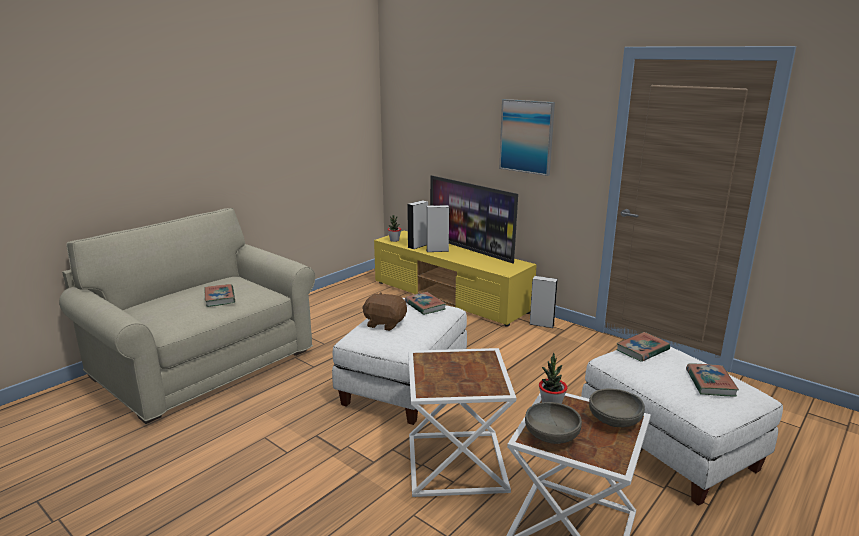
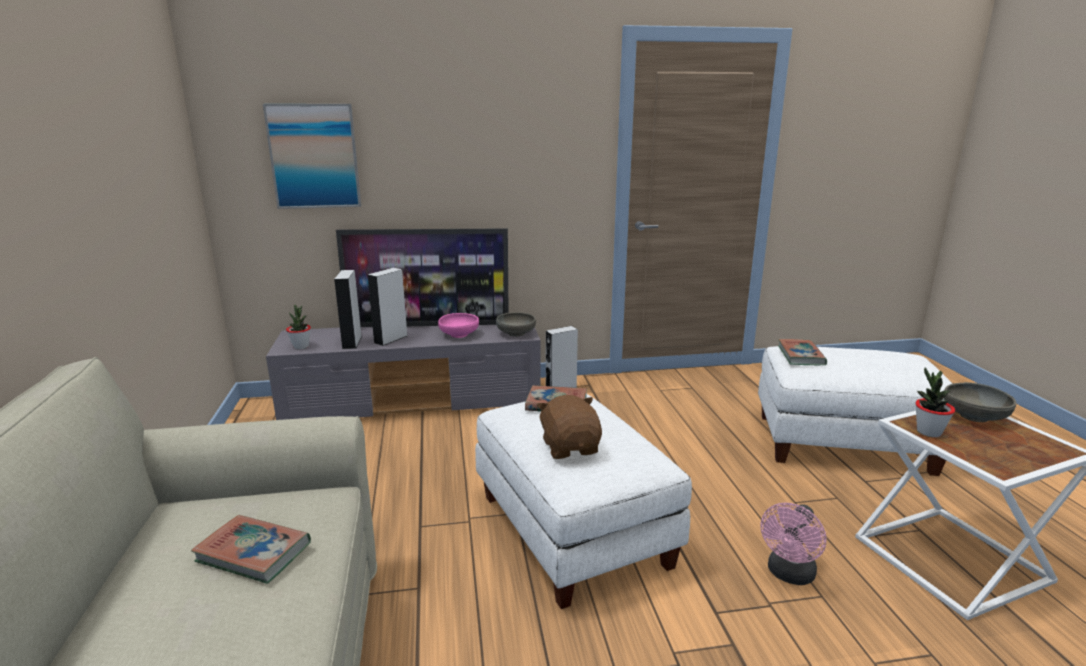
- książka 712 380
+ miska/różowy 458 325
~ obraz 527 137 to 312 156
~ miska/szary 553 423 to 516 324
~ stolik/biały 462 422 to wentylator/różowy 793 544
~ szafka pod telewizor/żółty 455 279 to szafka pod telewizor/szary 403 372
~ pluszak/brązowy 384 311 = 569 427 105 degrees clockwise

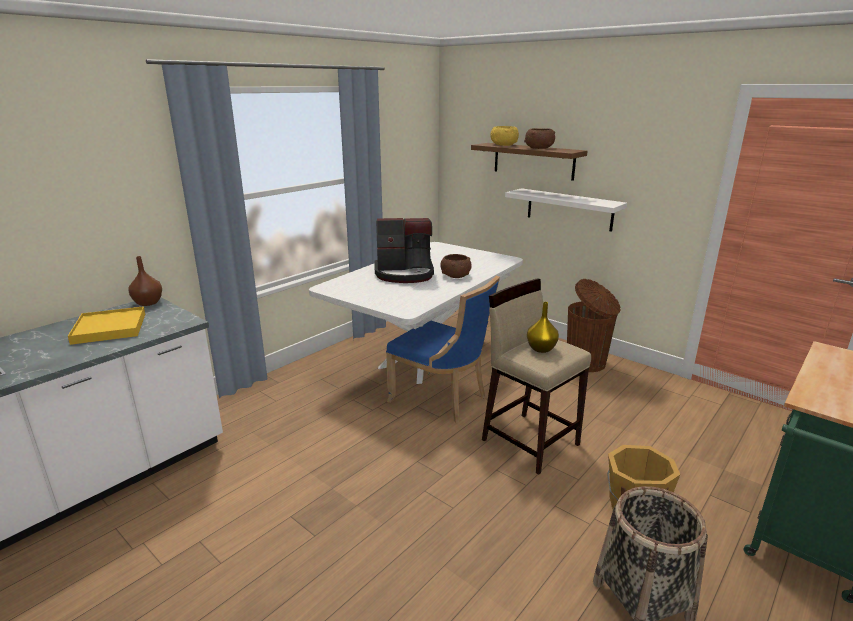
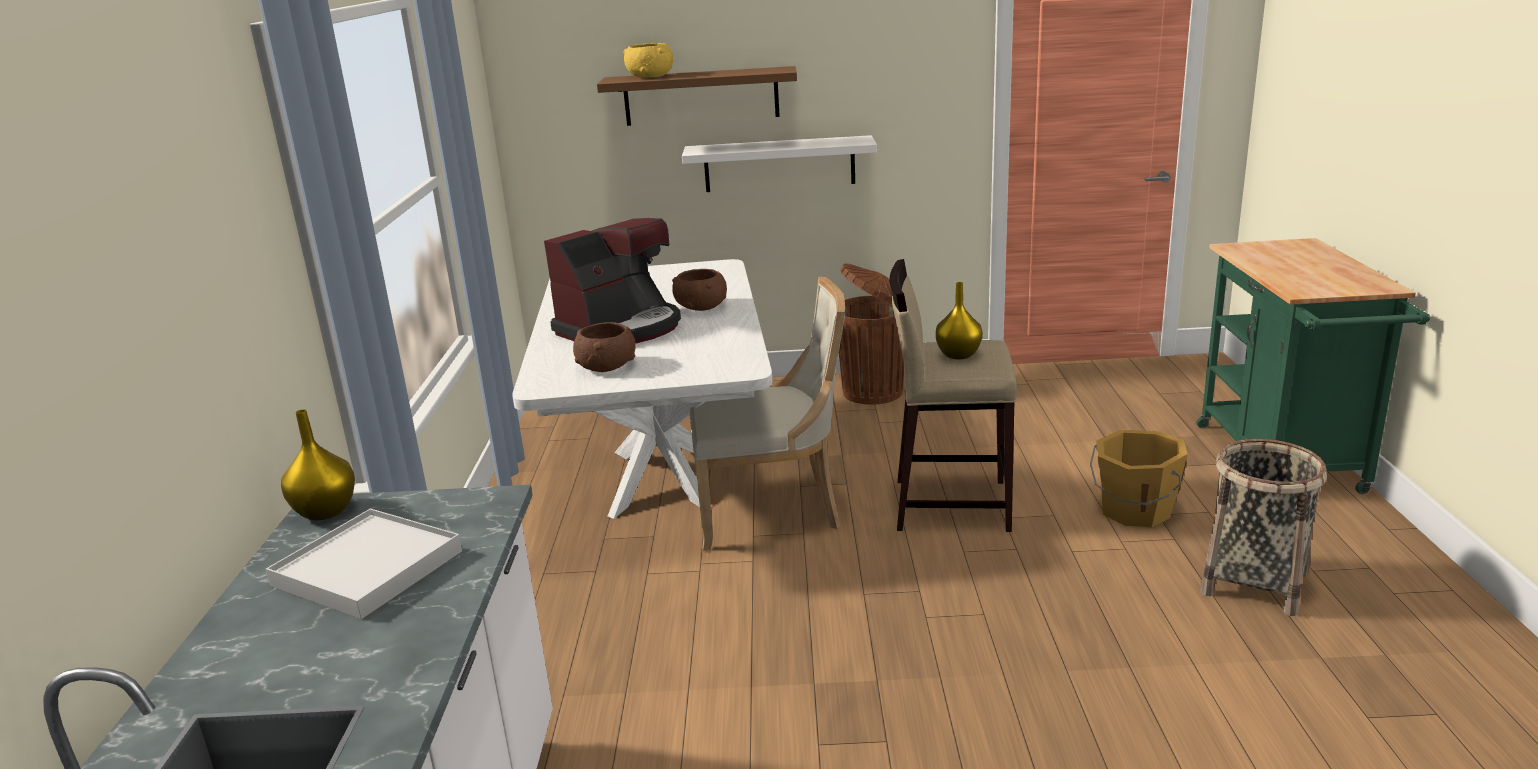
~ miska/brązowy 539 138 to 604 347
~ taca/żółty 106 325 to taca/biały 364 563
~ wazon/brązowy 145 281 to wazon/żółty 318 464
~ krzesło/niebieski 443 349 to krzesło/beżowy 767 414

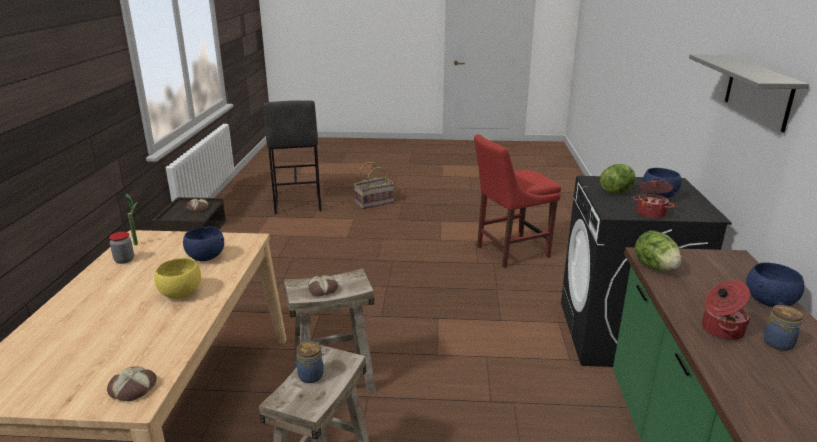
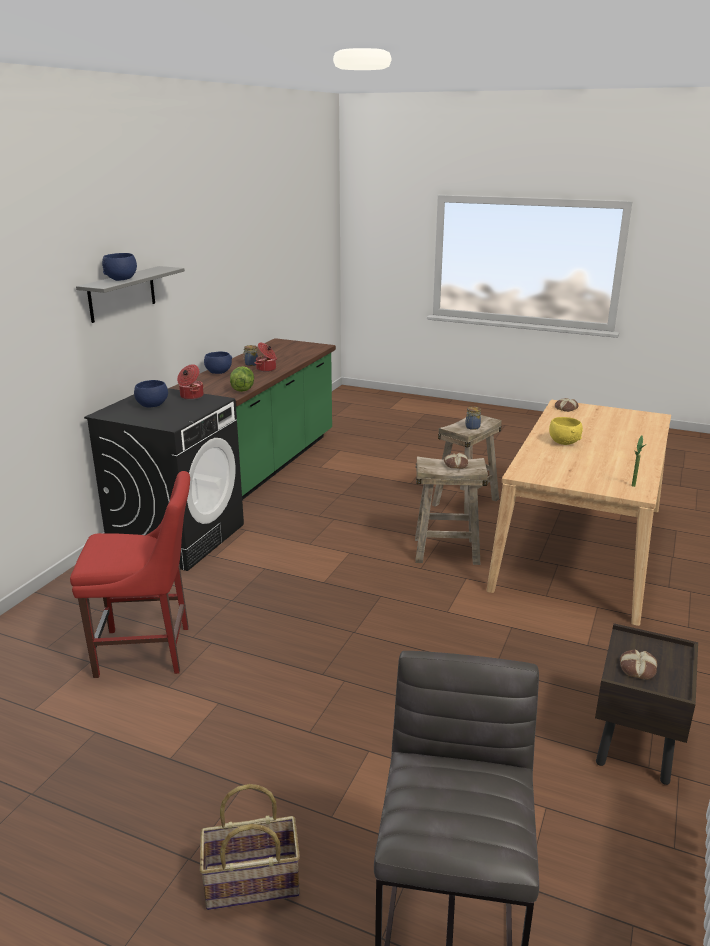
- słoik 121 248
- sałata 618 179
~ miska/niebieski 203 244 to 119 267

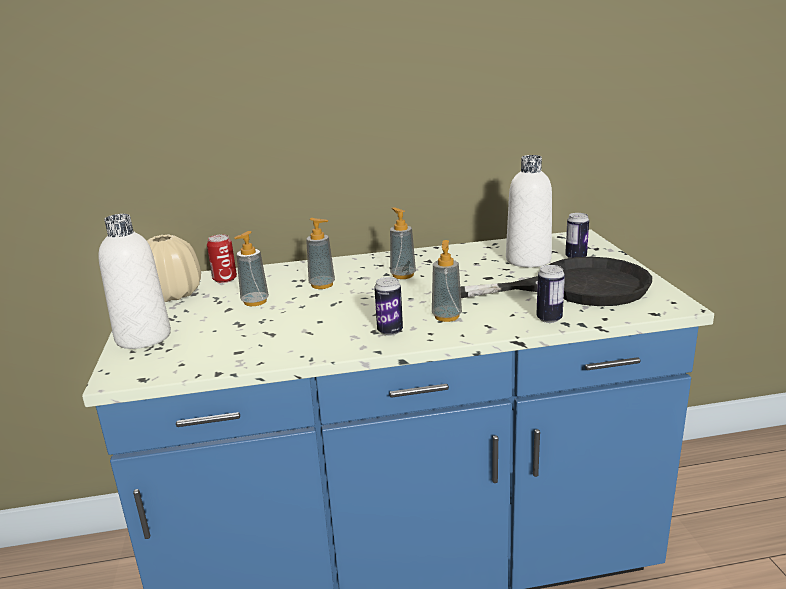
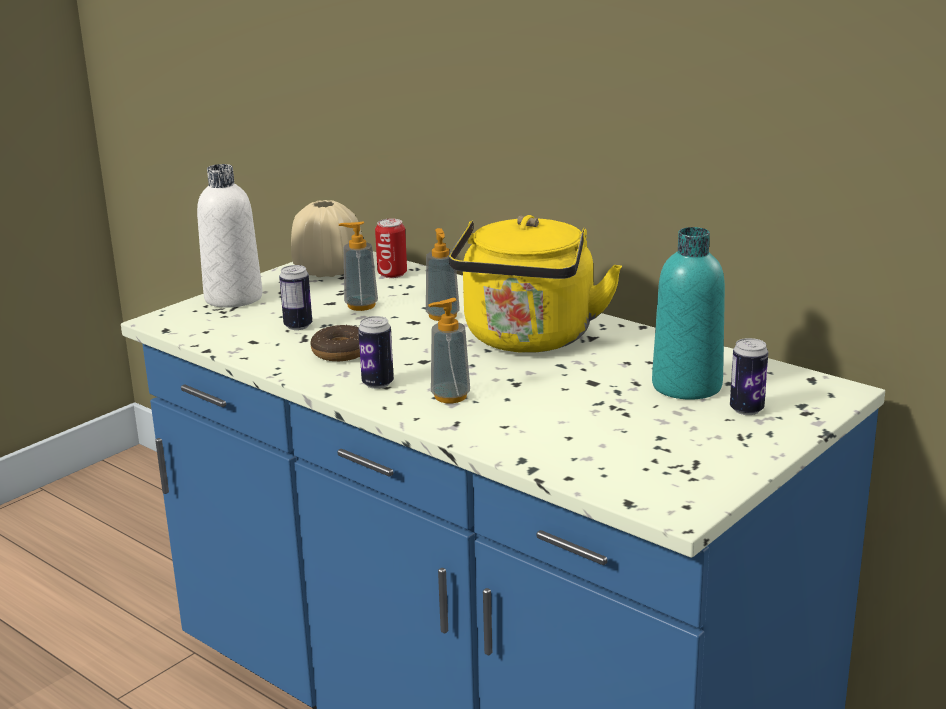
- patelnia/czarny 556 281
+ donut 335 342
~ puszka 550 294 to 295 297
~ dozownik mydła 403 243 to czajnik/żółty 535 284
~ butelka/biały 529 211 to butelka/turkusowy 688 313

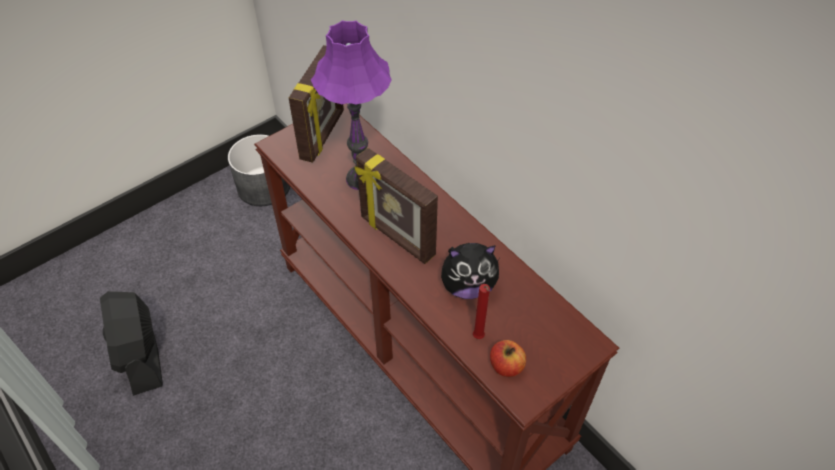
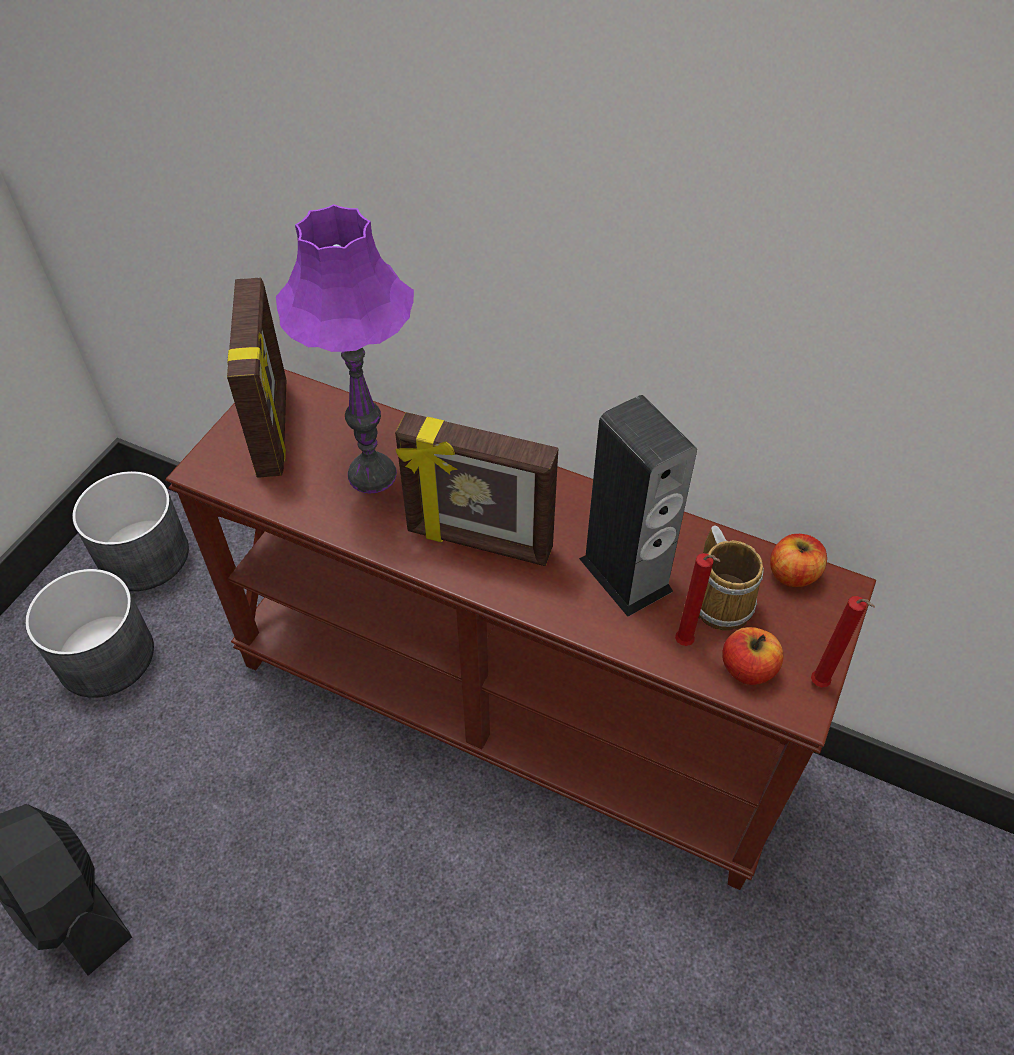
+ donica/szary 89 633
+ kubek 731 578
+ jabłko 798 560
+ świeca/czerwony 843 641
~ pluszak 470 271 to głośnik 638 506

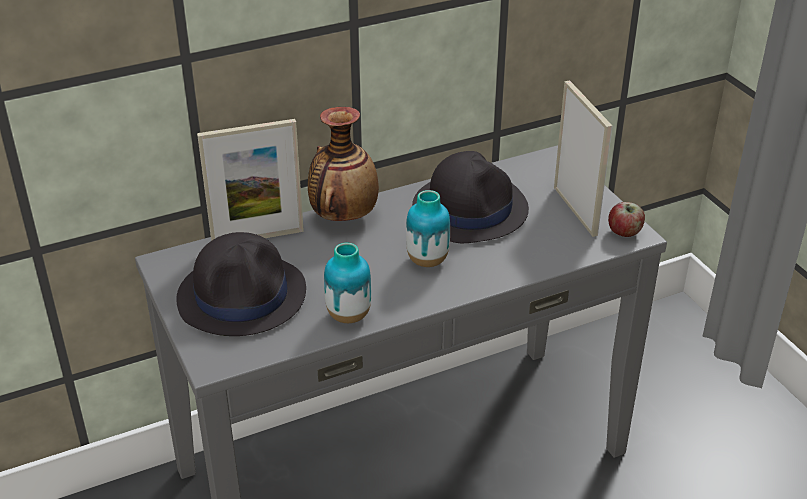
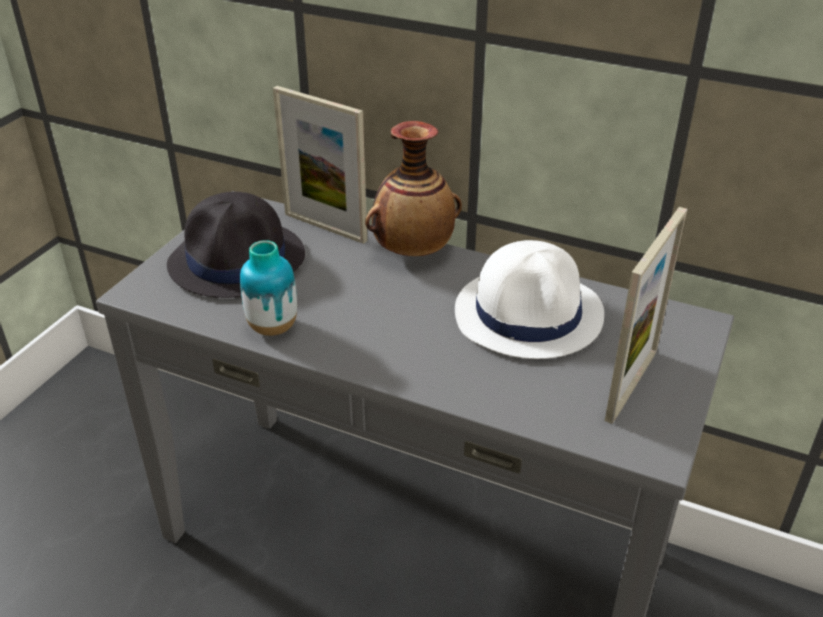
- wazon 428 228
- jabłko 626 219
~ kapelusz/czarny 470 197 to kapelusz/biały 529 299

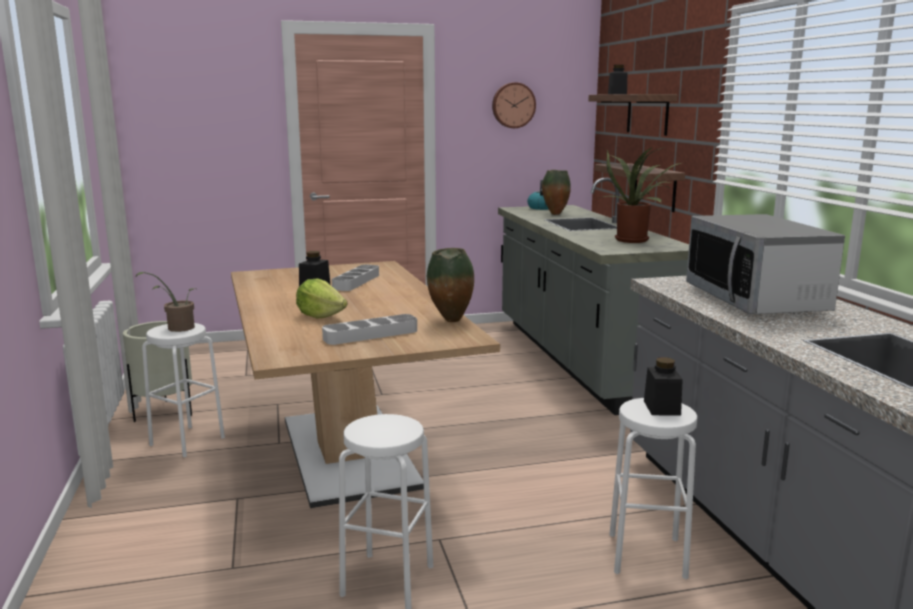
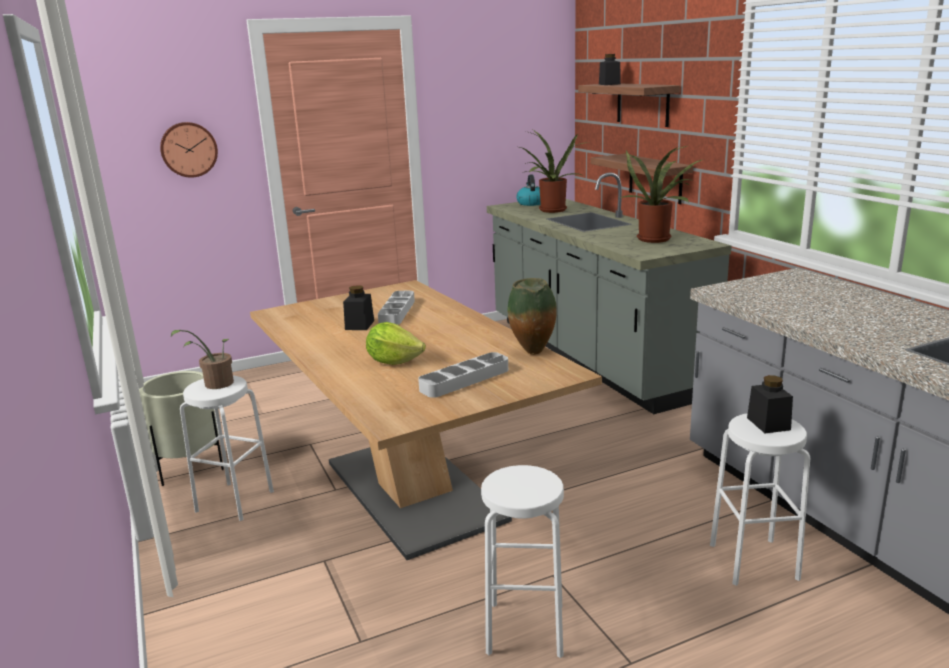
- mikrofalówka 765 264
~ zegar ścienny 514 105 to 189 150
~ wazon 556 192 to roślina doniczkowa 554 171

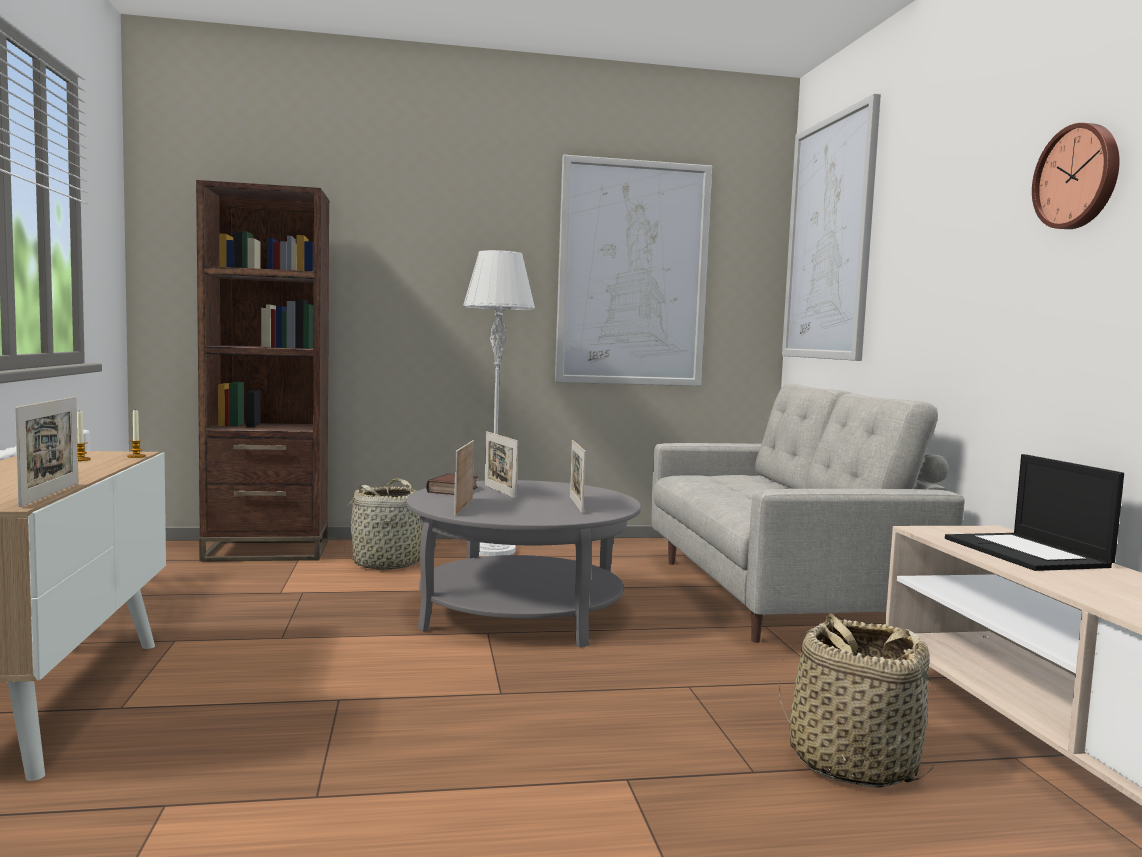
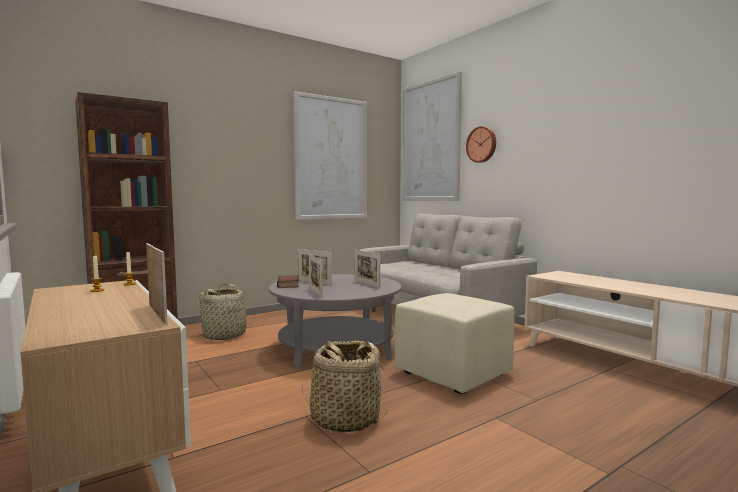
- lampa stojąca/szary 499 403
- laptop 1034 512
+ pufa/beżowy 454 343
~ koszyk 860 701 to 344 386
~ zegar ścienny 1076 176 to 481 144

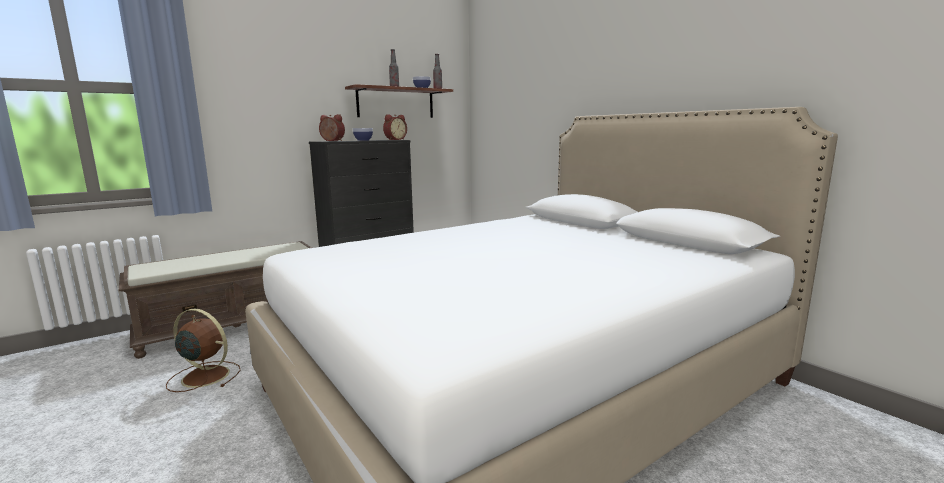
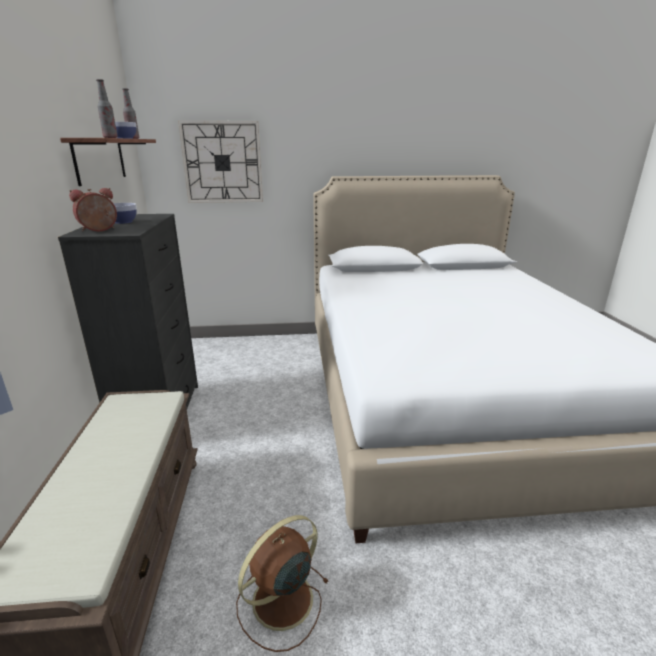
- budzik 395 127
+ zegar ścienny 220 162

